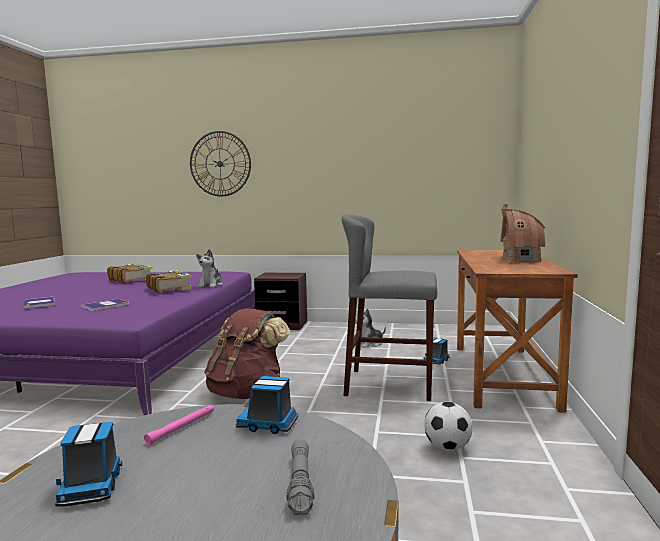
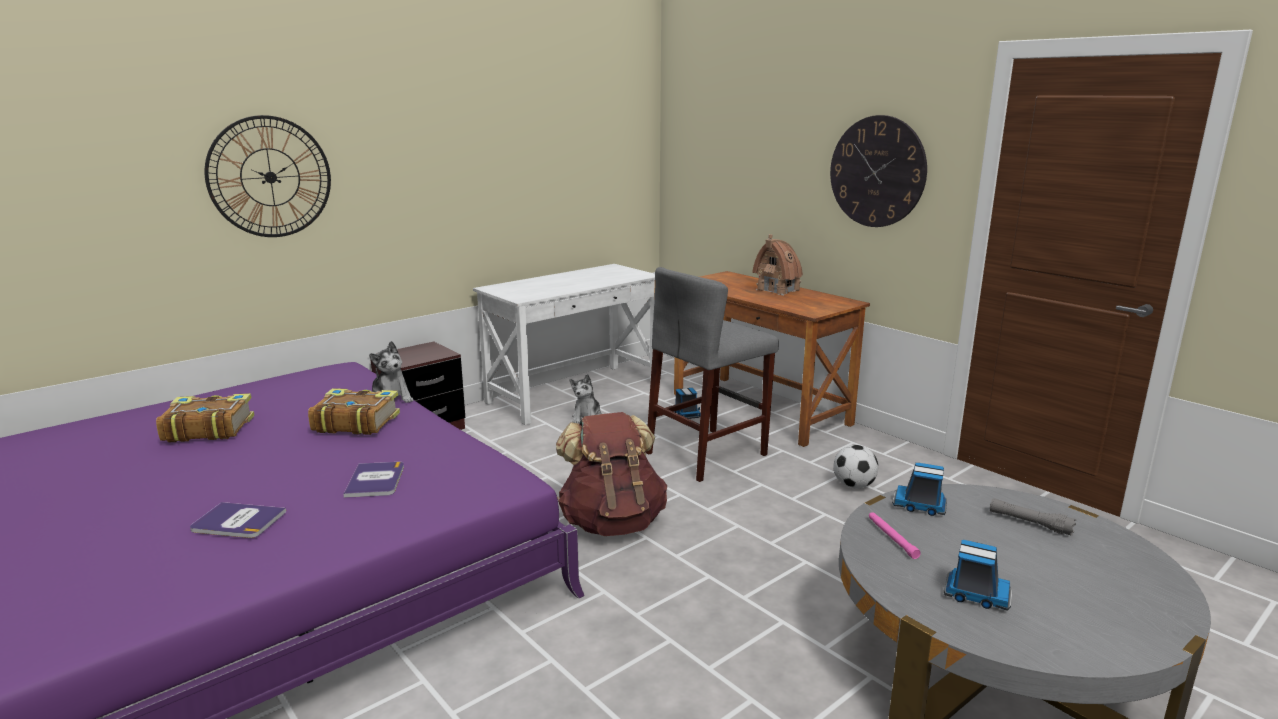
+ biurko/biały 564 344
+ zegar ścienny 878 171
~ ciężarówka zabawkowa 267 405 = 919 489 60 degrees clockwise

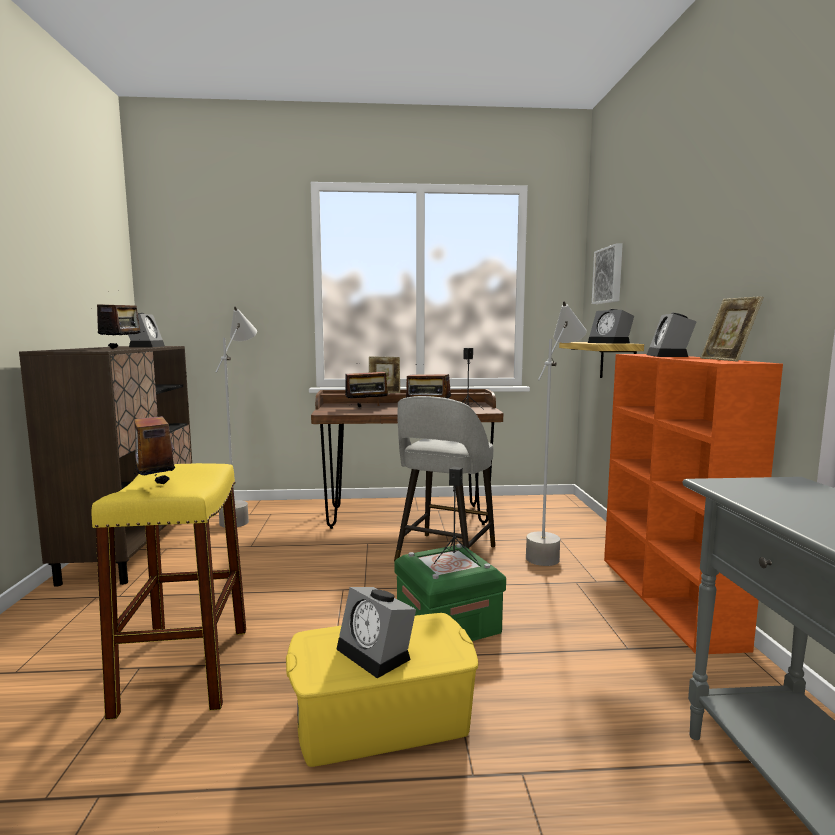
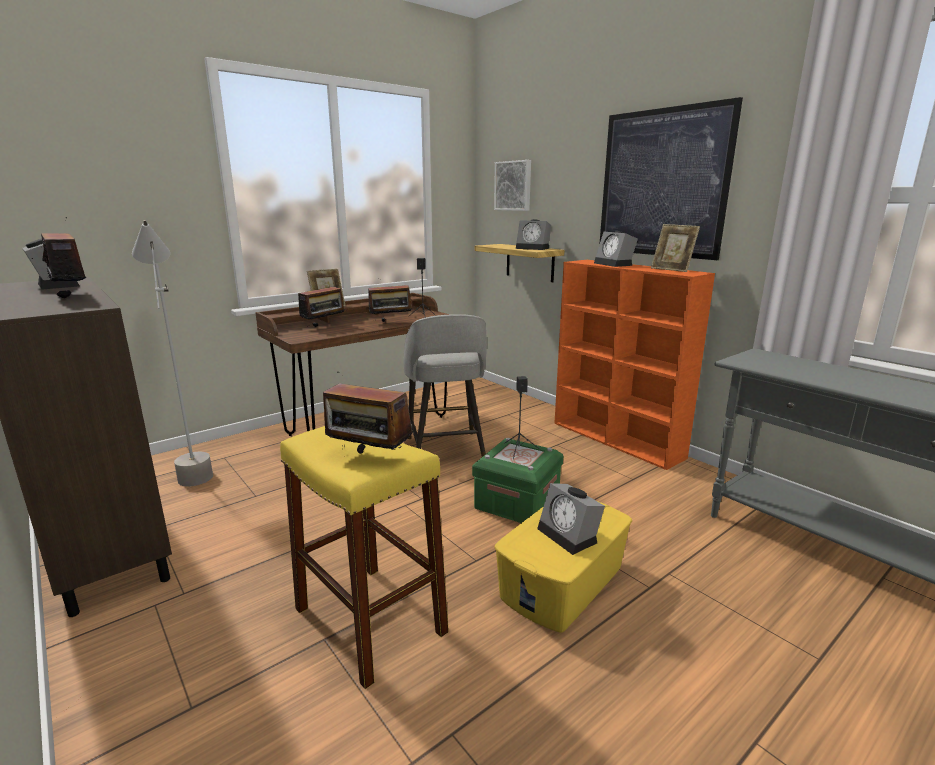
- lampa stojąca/szary 556 433
+ obraz 671 178
~ budzik 376 632 = 571 519 45 degrees clockwise

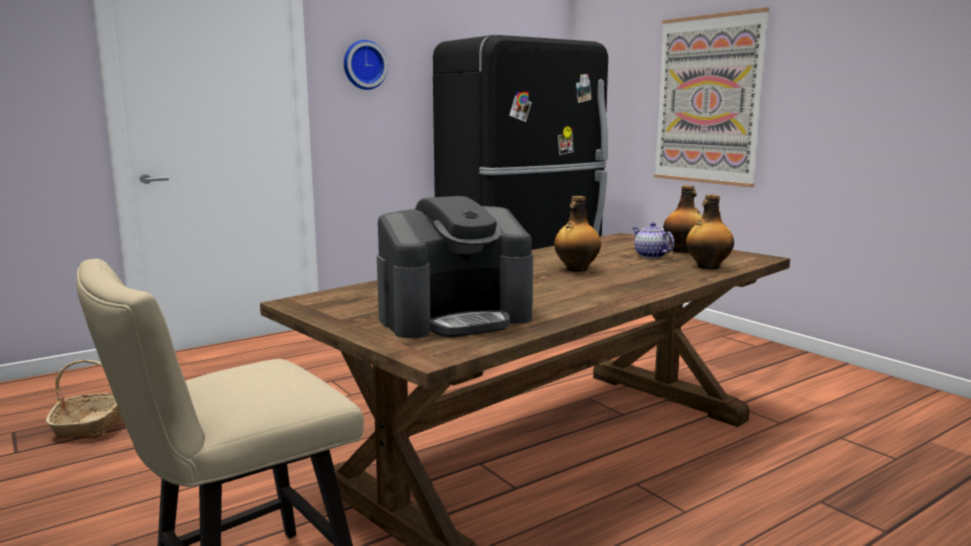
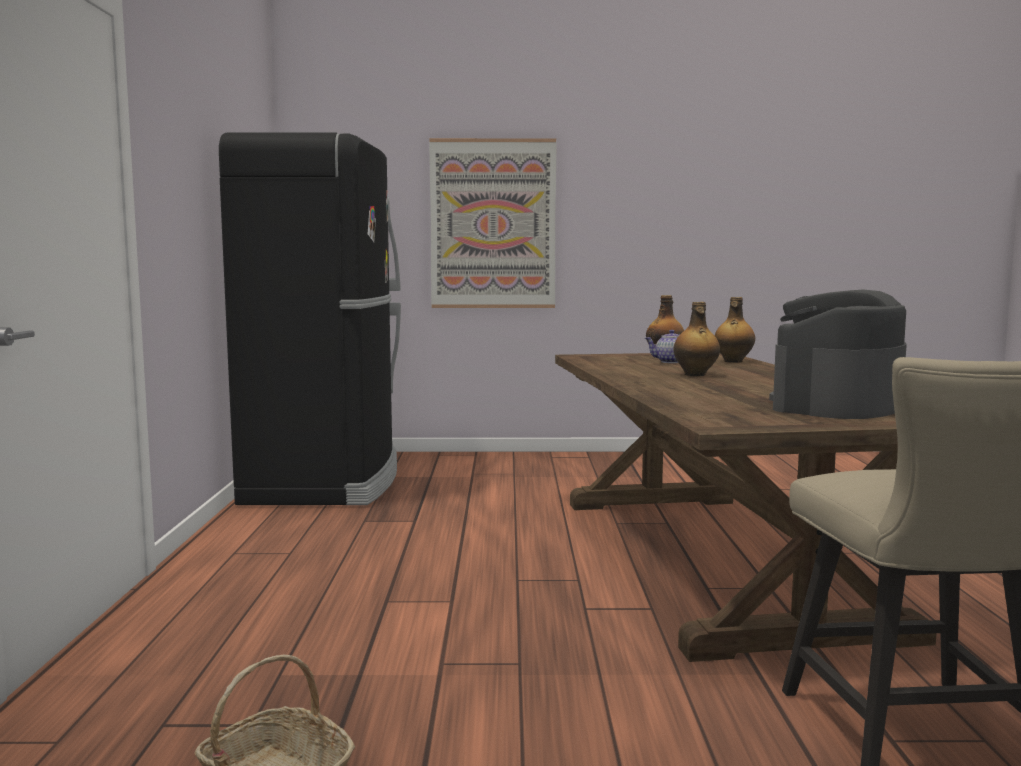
- zegar ścienny 366 65
~ ekspres do kawy 455 267 = 838 354 150 degrees counterclockwise

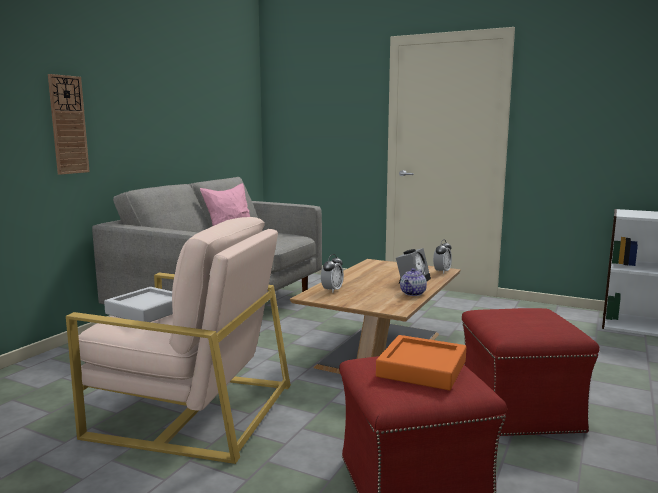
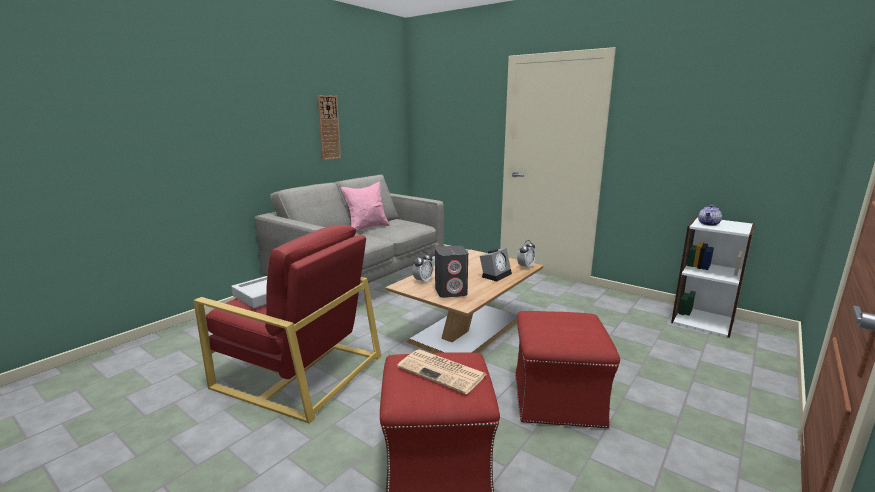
+ głośnik/szary 451 272
~ zegar ścienny 69 124 to 329 127
~ imbryk 413 282 to 710 215
~ taca/pomarańczowy 421 362 to gazeta 442 371
~ fotel/beżowy 178 340 to fotel/czerwony 287 324

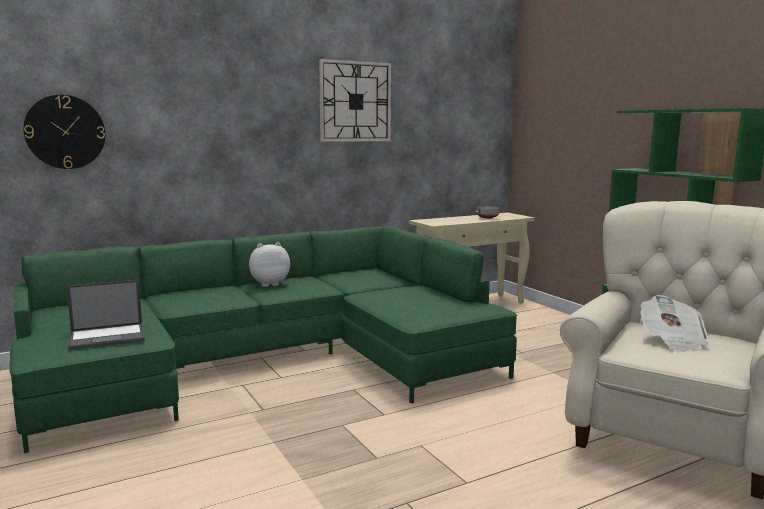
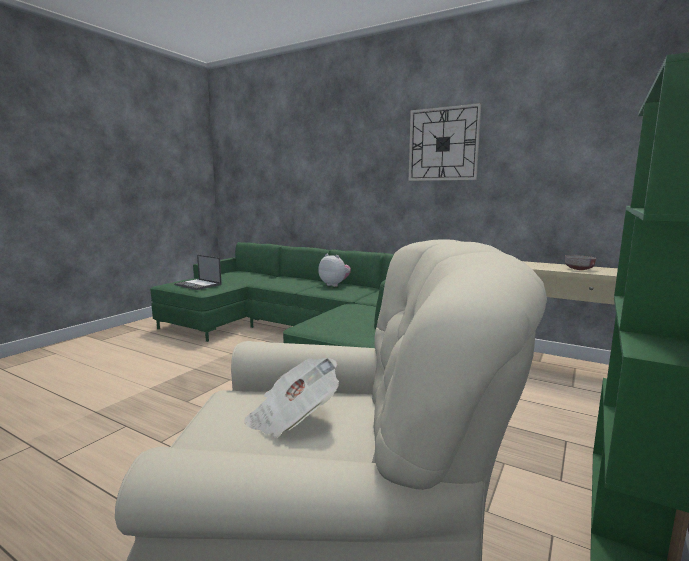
- zegar ścienny 64 132

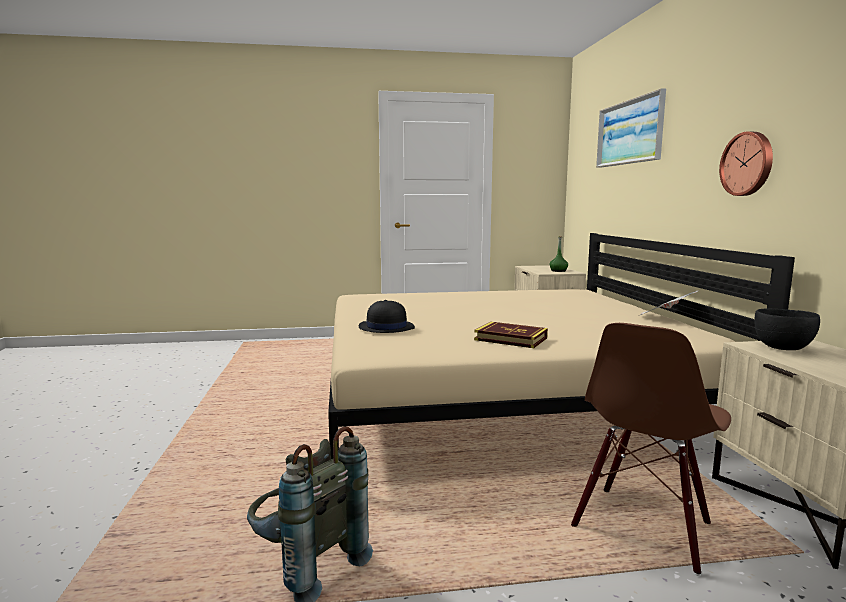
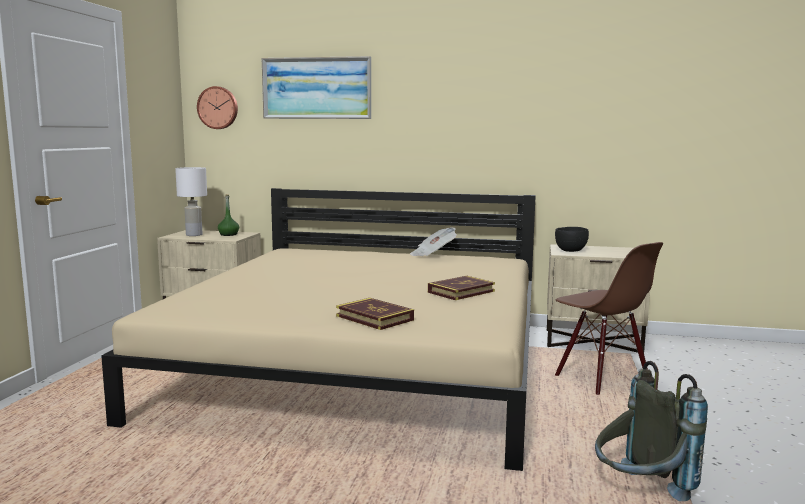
+ lampa stołowa/biały 191 201
~ zegar ścienny 746 164 to 217 107
~ kapelusz/czarny 387 316 to książka 375 314

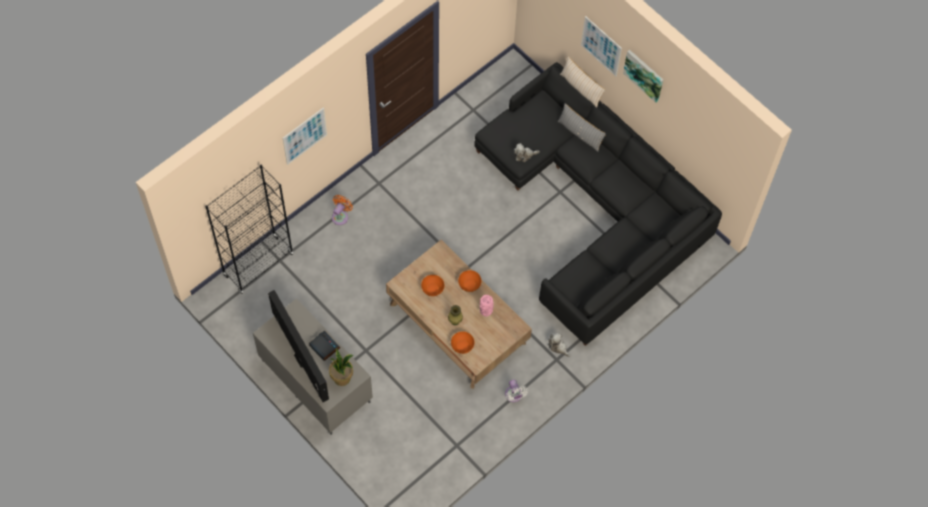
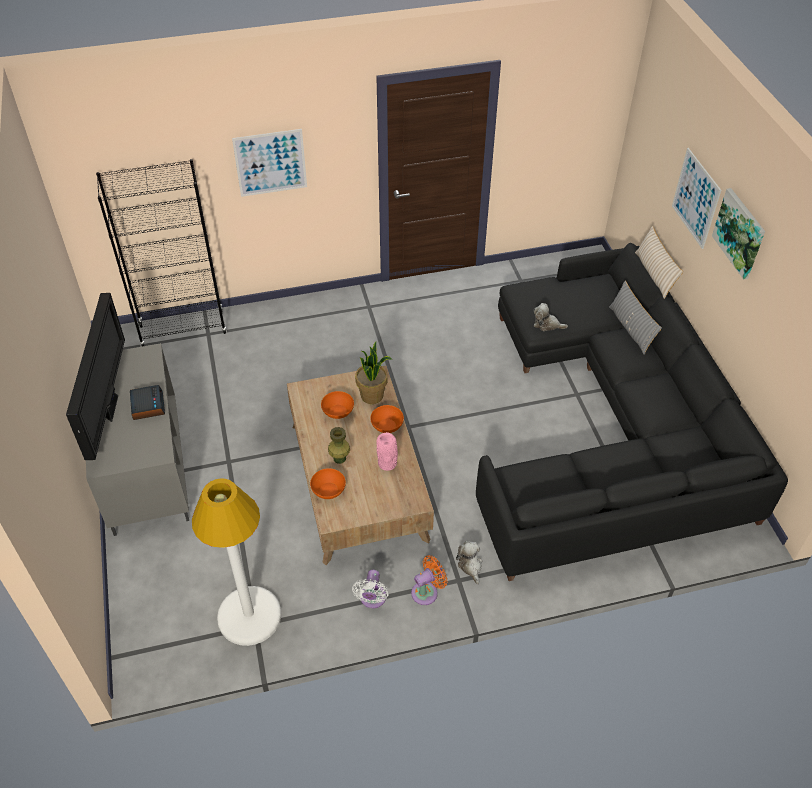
+ lampa stojąca/biały 236 562
~ roślina doniczkowa 341 367 to 373 373
~ wentylator/pomarańczowy 342 210 to 429 580

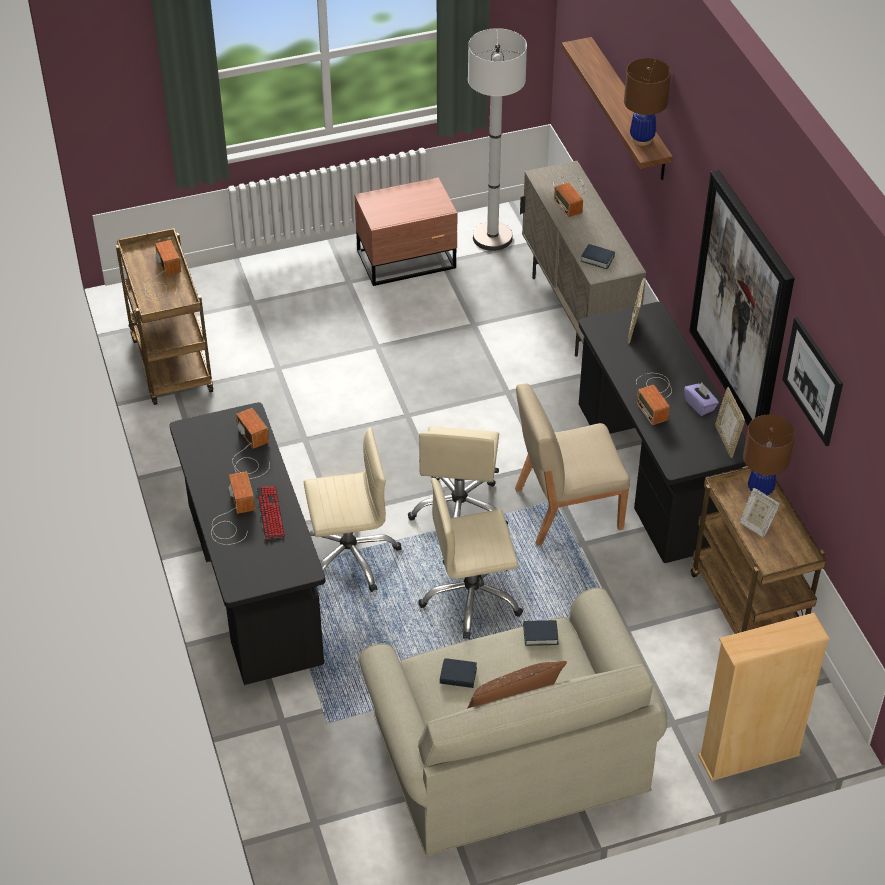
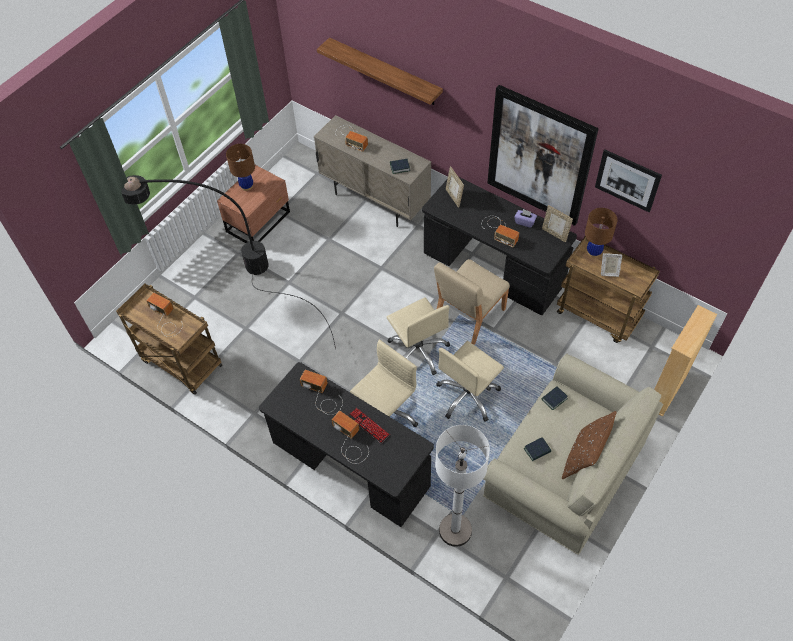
+ lampa stojąca/czarny 228 262
~ lampa stojąca/biały 497 139 to 462 486
~ lampa stołowa/brązowy 647 102 to 240 167

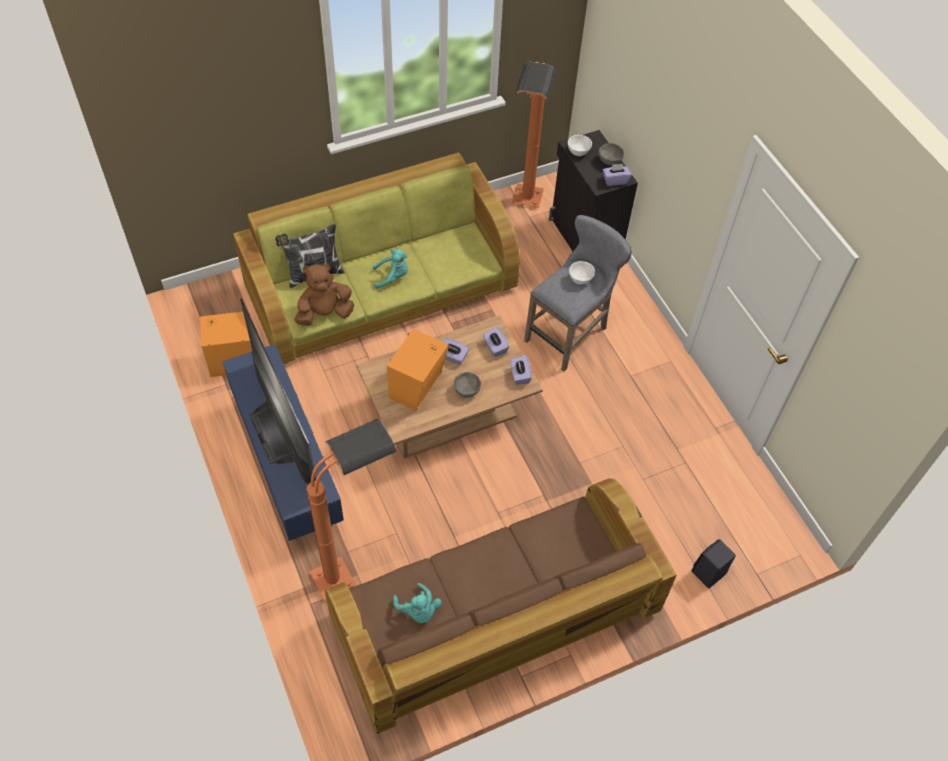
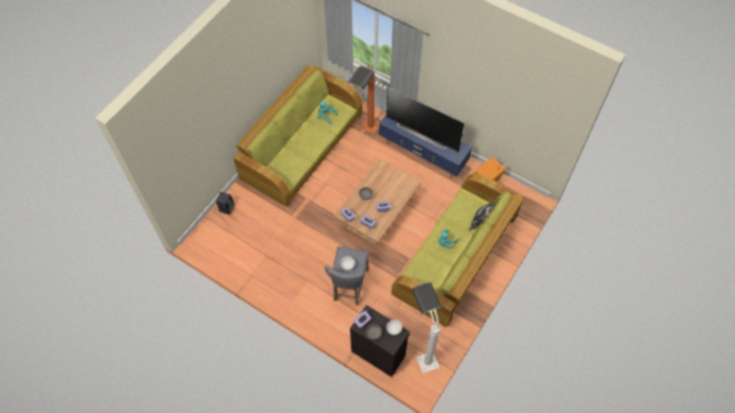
- pluszak/brązowy 324 294
- głośnik/pomarańczowy 417 370
~ kanapa/brązowy 500 606 to kanapa/zielony 298 136
~ lampa stojąca/pomarańczowy 534 135 to lampa stojąca/biały 426 327

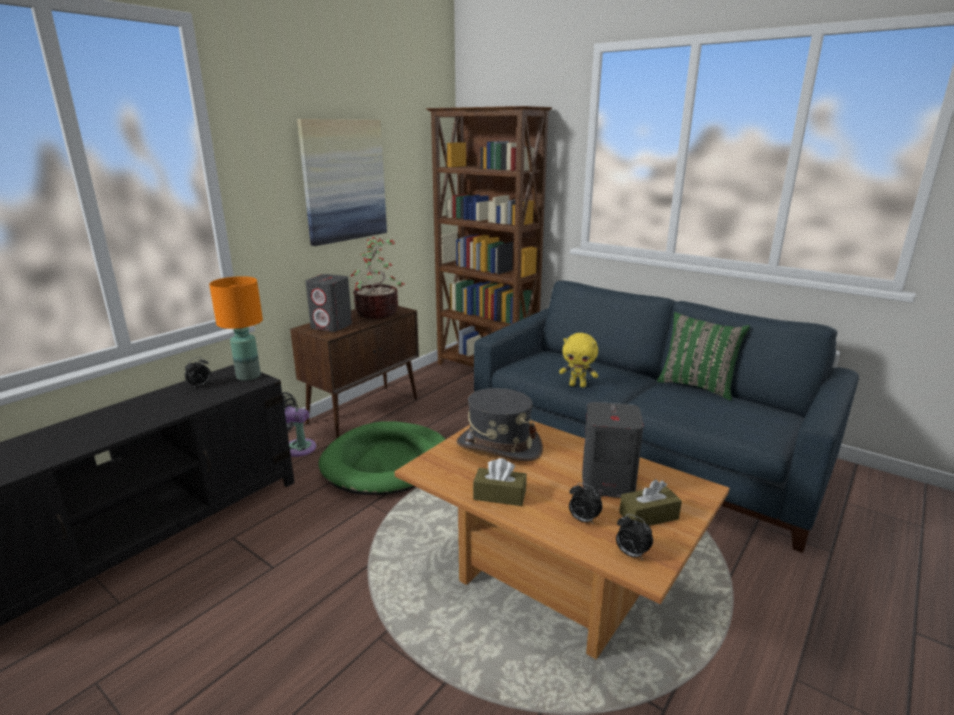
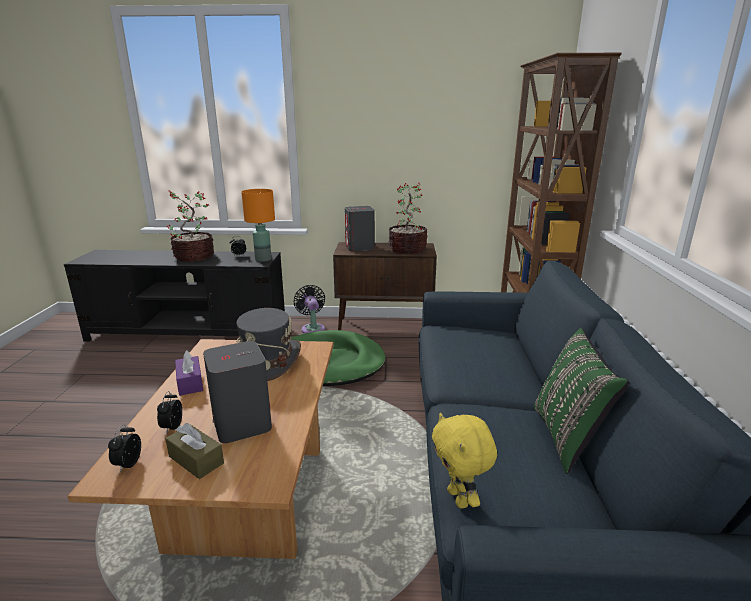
- obraz 342 182
+ roślina doniczkowa 190 226
~ pluszak/żółty 578 360 to 464 461
~ pudełko chusteczek/brązowy 500 482 to pudełko chusteczek/fioletowy 189 373

